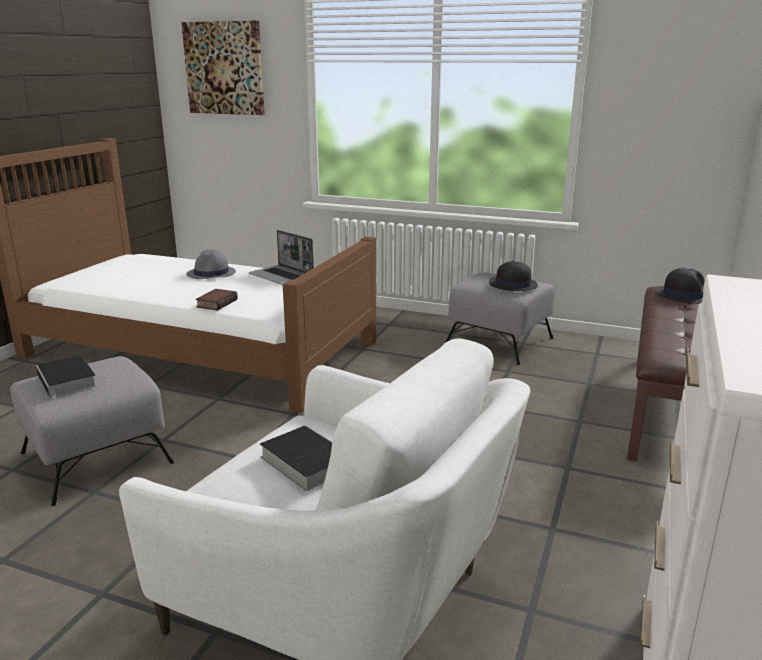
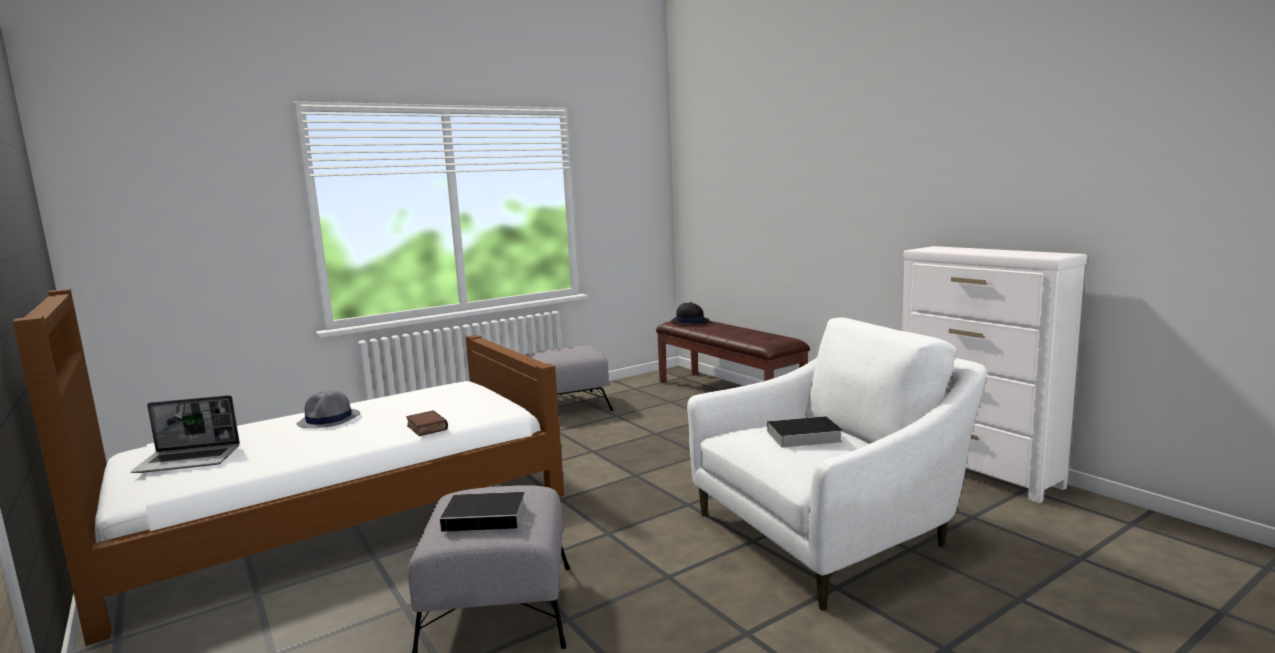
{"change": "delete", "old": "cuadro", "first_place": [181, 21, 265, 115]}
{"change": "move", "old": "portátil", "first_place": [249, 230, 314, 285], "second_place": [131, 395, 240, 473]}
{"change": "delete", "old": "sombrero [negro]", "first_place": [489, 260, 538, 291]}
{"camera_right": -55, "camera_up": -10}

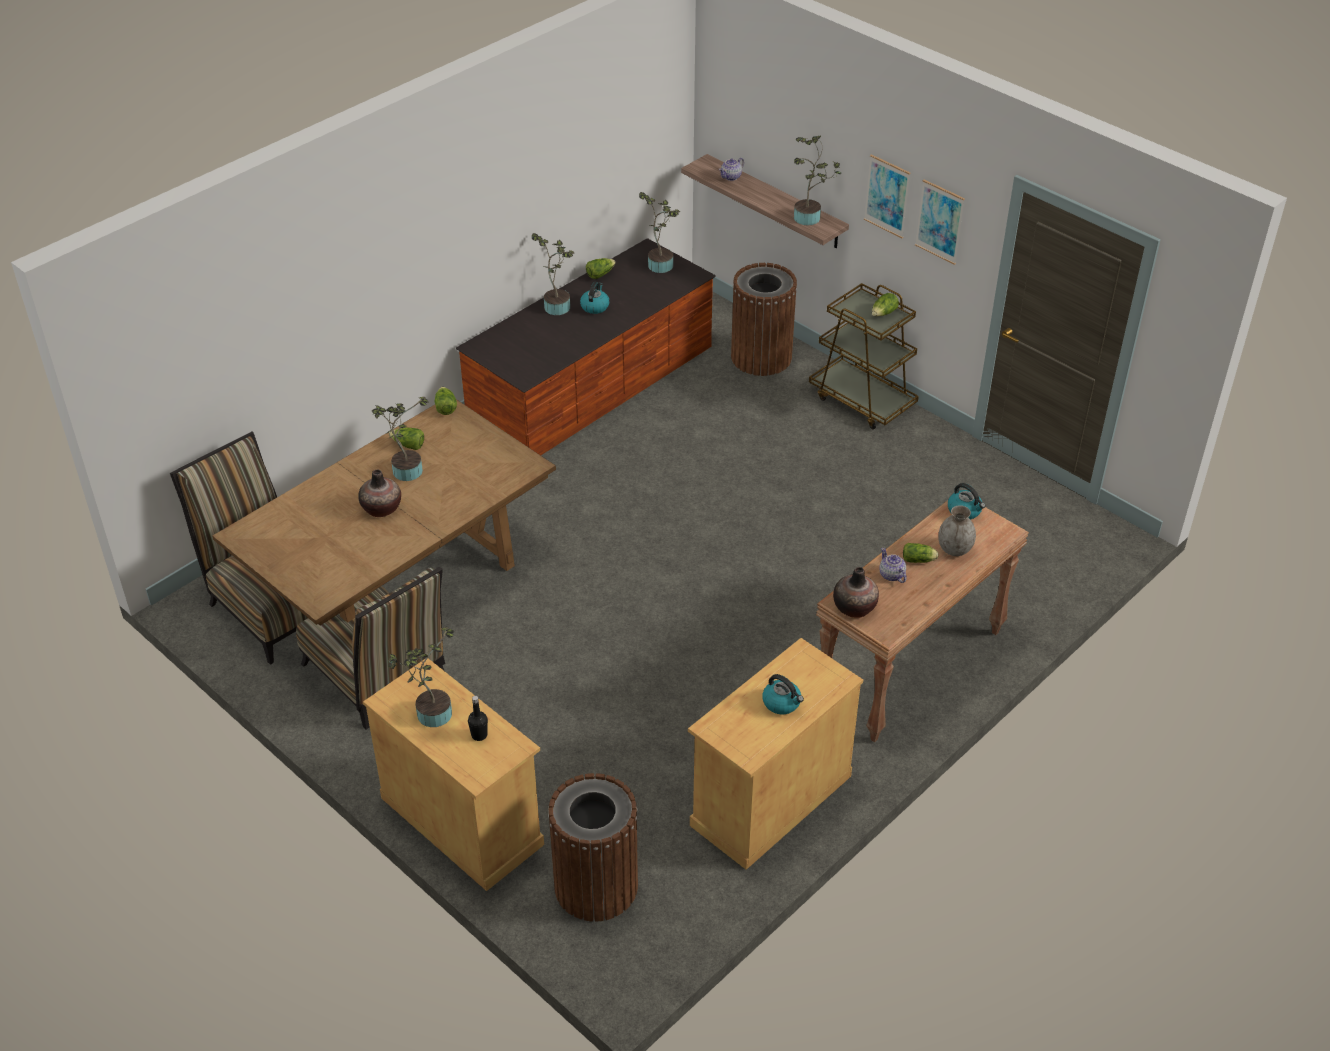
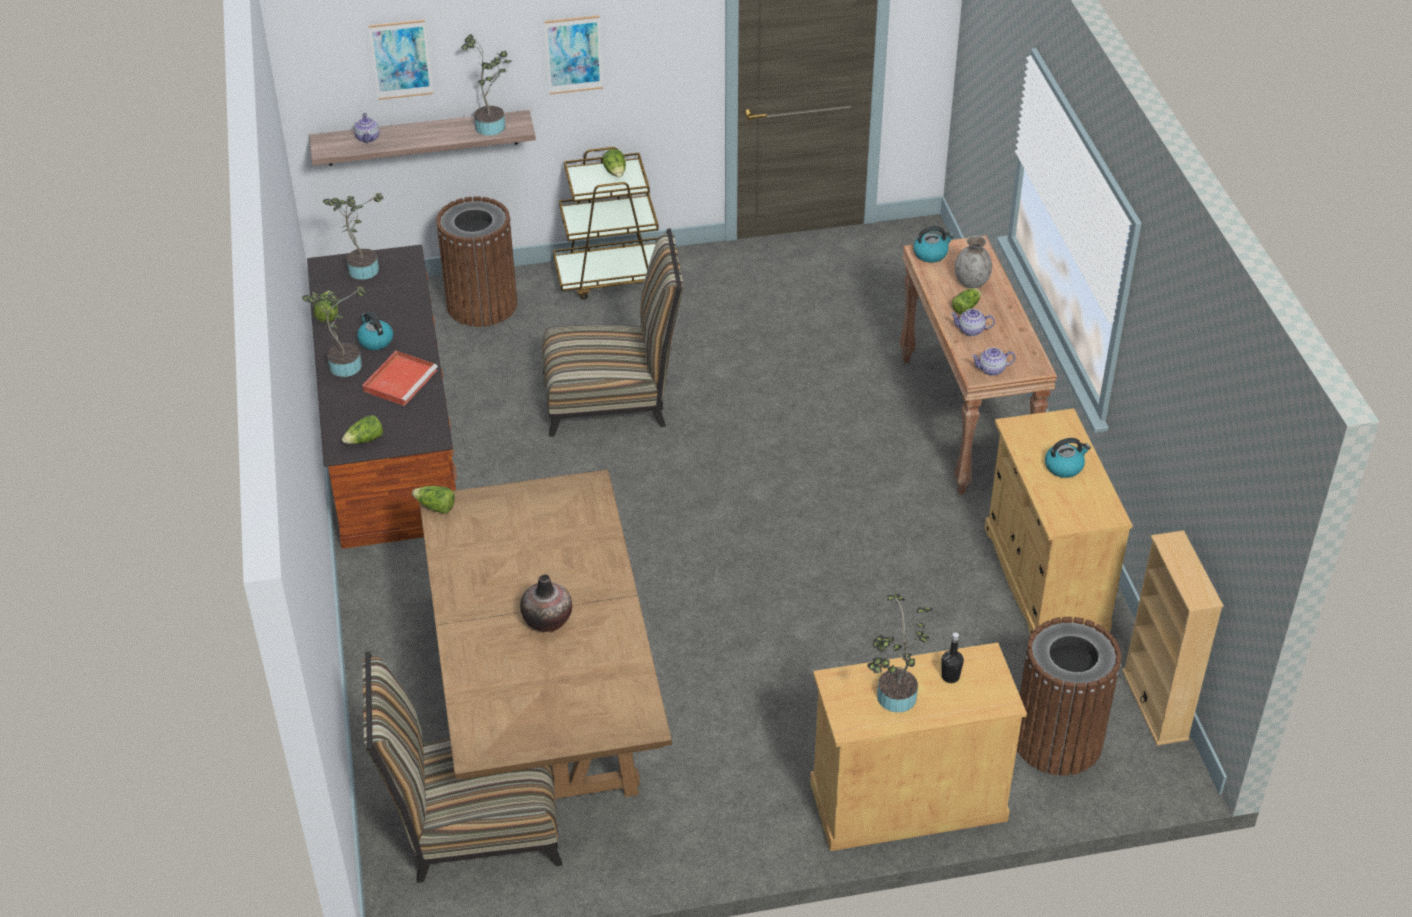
{"change": "move", "old": "silla", "first_place": [296, 567, 445, 730], "second_place": [542, 228, 683, 437]}
{"change": "delete", "old": "planta en maceta", "first_place": [372, 397, 428, 481]}
{"change": "move", "old": "lechuga", "first_place": [389, 427, 424, 450], "second_place": [342, 415, 383, 444]}
{"change": "replace", "old": "florero", "new": "tetera", "first_place": [833, 567, 879, 618], "second_place": [971, 347, 1016, 376]}
{"change": "move", "old": "cuadro", "first_place": [915, 180, 965, 265], "second_place": [368, 19, 433, 100]}
{"change": "insert", "new": "bandeja [rojo]", "second_place": [362, 351, 438, 406]}
{"change": "insert", "new": "estantería [beis]", "second_place": [1122, 530, 1224, 746]}
{"camera_right": -55, "camera_up": 0}

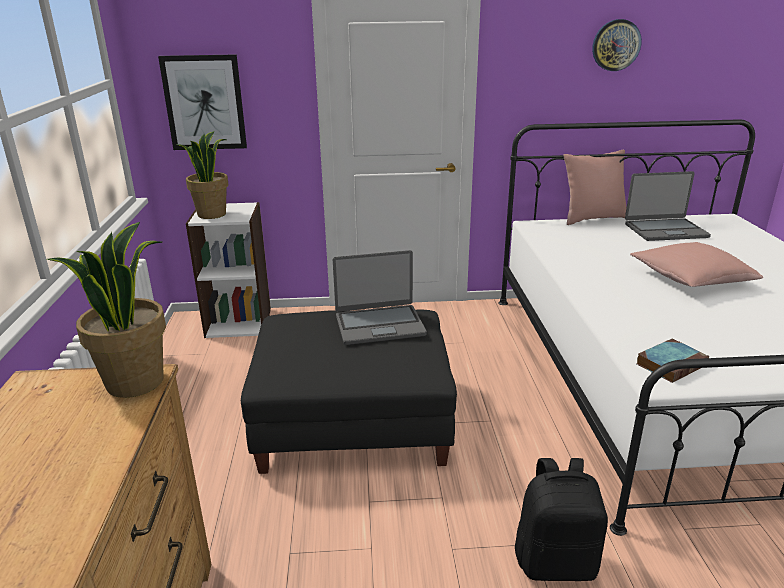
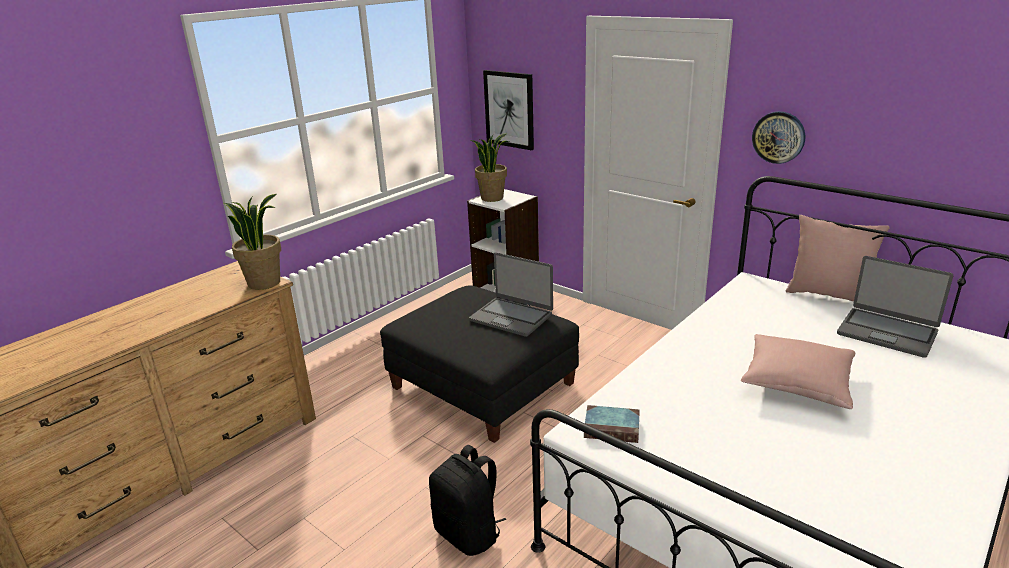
{"change": "move", "old": "reloj de pared", "first_place": [592, 19, 642, 71], "second_place": [752, 111, 805, 164]}
{"camera_right": 45, "camera_up": 0}

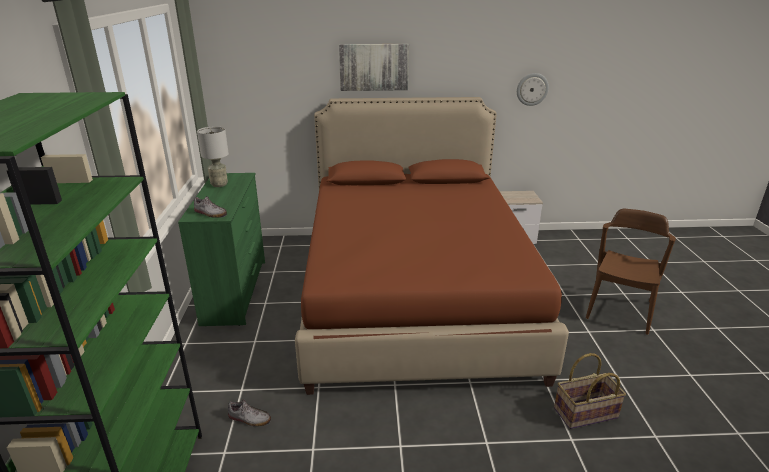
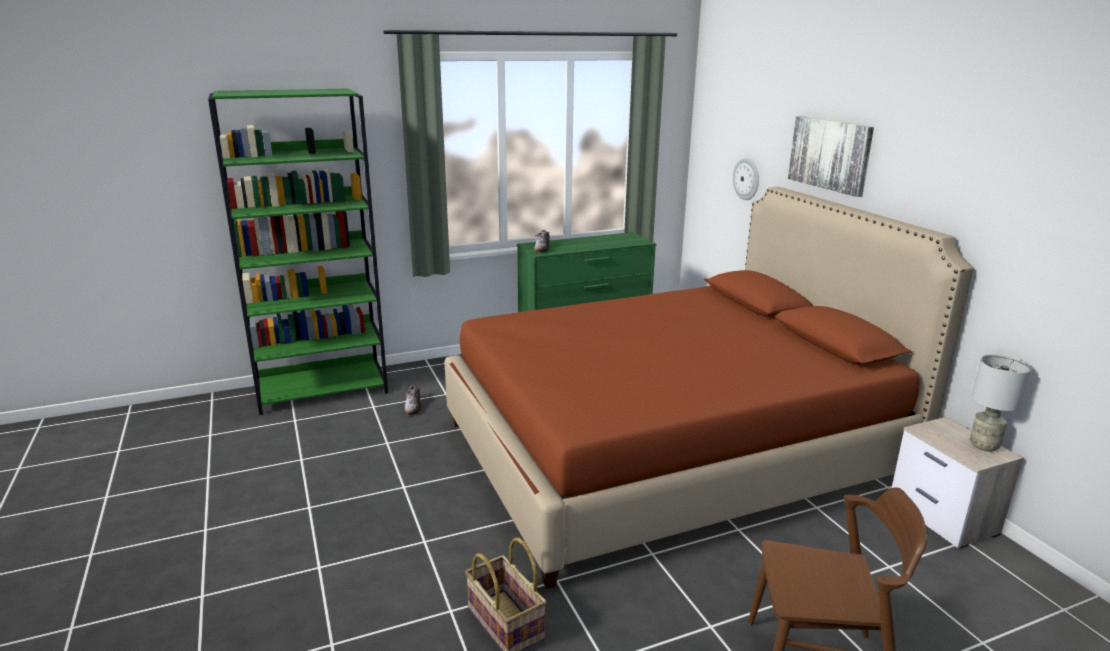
{"change": "move", "old": "lámpara de mesa [gris]", "first_place": [197, 126, 229, 187], "second_place": [970, 354, 1032, 452]}
{"change": "move", "old": "reloj de pared", "first_place": [517, 73, 549, 106], "second_place": [733, 158, 759, 200]}
{"camera_right": 70, "camera_up": -5}

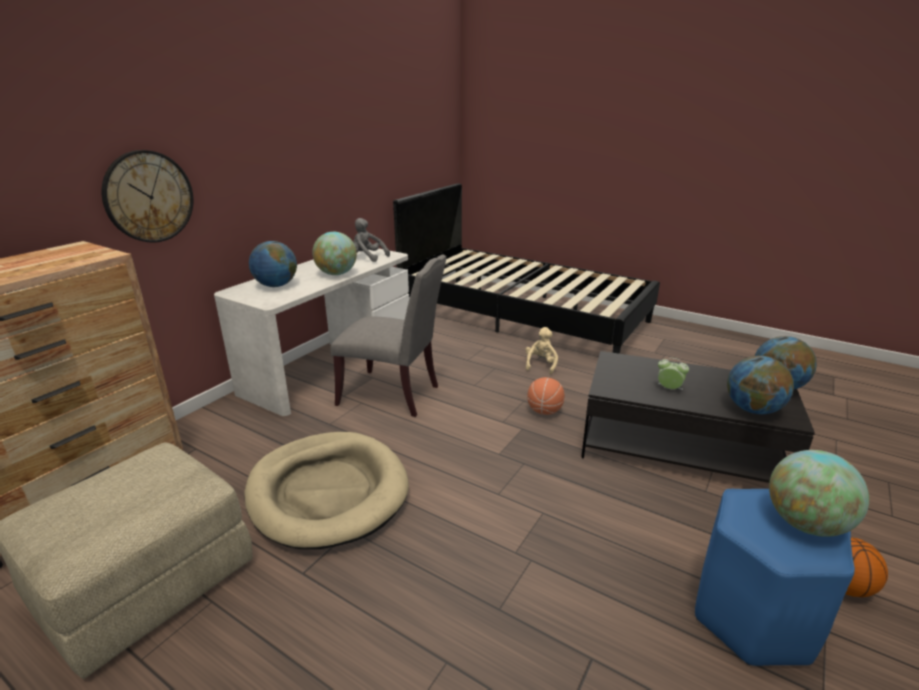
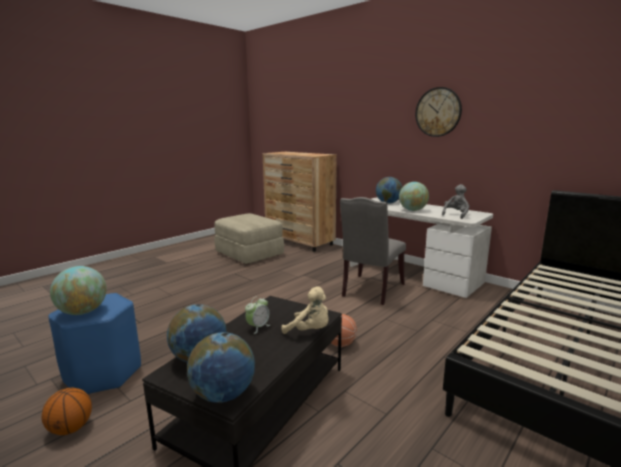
{"change": "move", "old": "reloj de pared", "first_place": [102, 150, 193, 243], "second_place": [415, 87, 462, 137]}
{"change": "delete", "old": "cama para perro [beis]", "first_place": [244, 432, 409, 549]}
{"change": "move", "old": "peluche [beis]", "first_place": [525, 327, 558, 374], "second_place": [281, 286, 329, 334]}
{"camera_right": 100, "camera_up": -10}

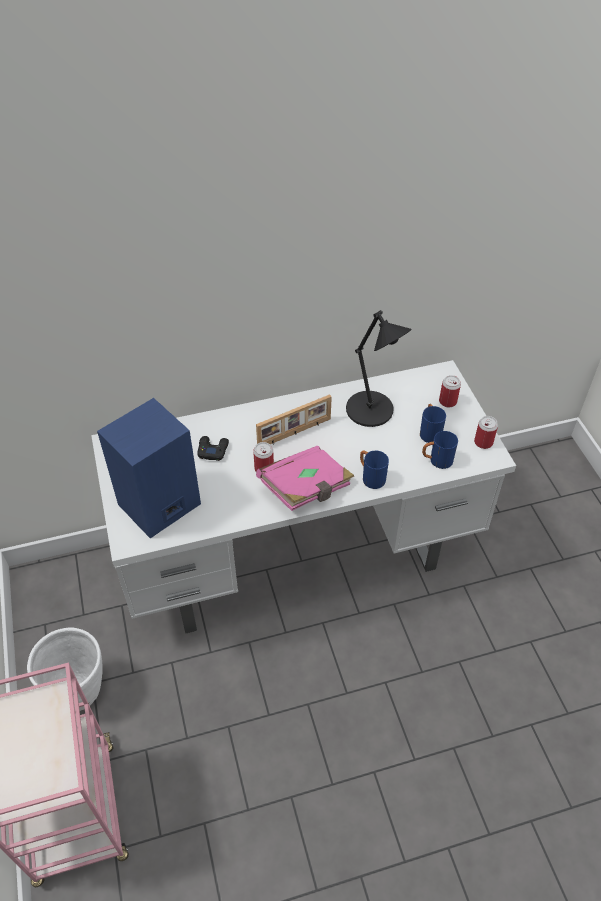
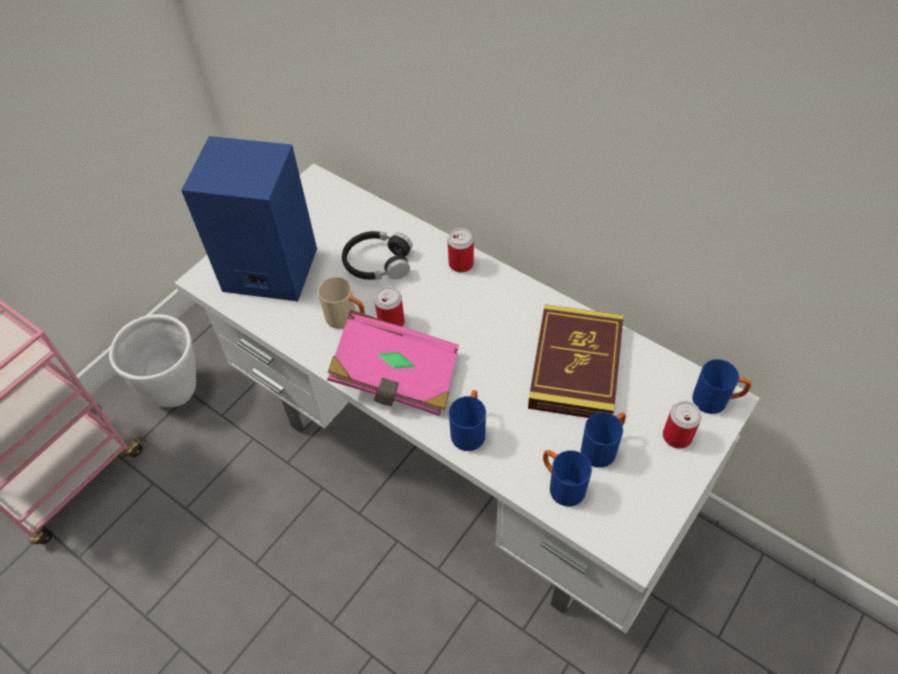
{"change": "replace", "old": "mando de consola [negro]", "new": "auriculares [negro]", "first_place": [197, 436, 229, 461], "second_place": [342, 231, 413, 280]}
{"change": "delete", "old": "portarretratos", "first_place": [256, 394, 332, 444]}
{"change": "replace", "old": "lámpara de mesa [negro]", "new": "libro", "first_place": [346, 310, 412, 427], "second_place": [528, 304, 624, 418]}
{"change": "move", "old": "lata", "first_place": [474, 416, 498, 449], "second_place": [448, 228, 474, 273]}
{"change": "insert", "new": "taza grande [beis]", "second_place": [318, 277, 365, 329]}
{"change": "insert", "new": "taza grande [azul]", "second_place": [692, 359, 751, 414]}
{"camera_right": 55, "camera_up": 5}

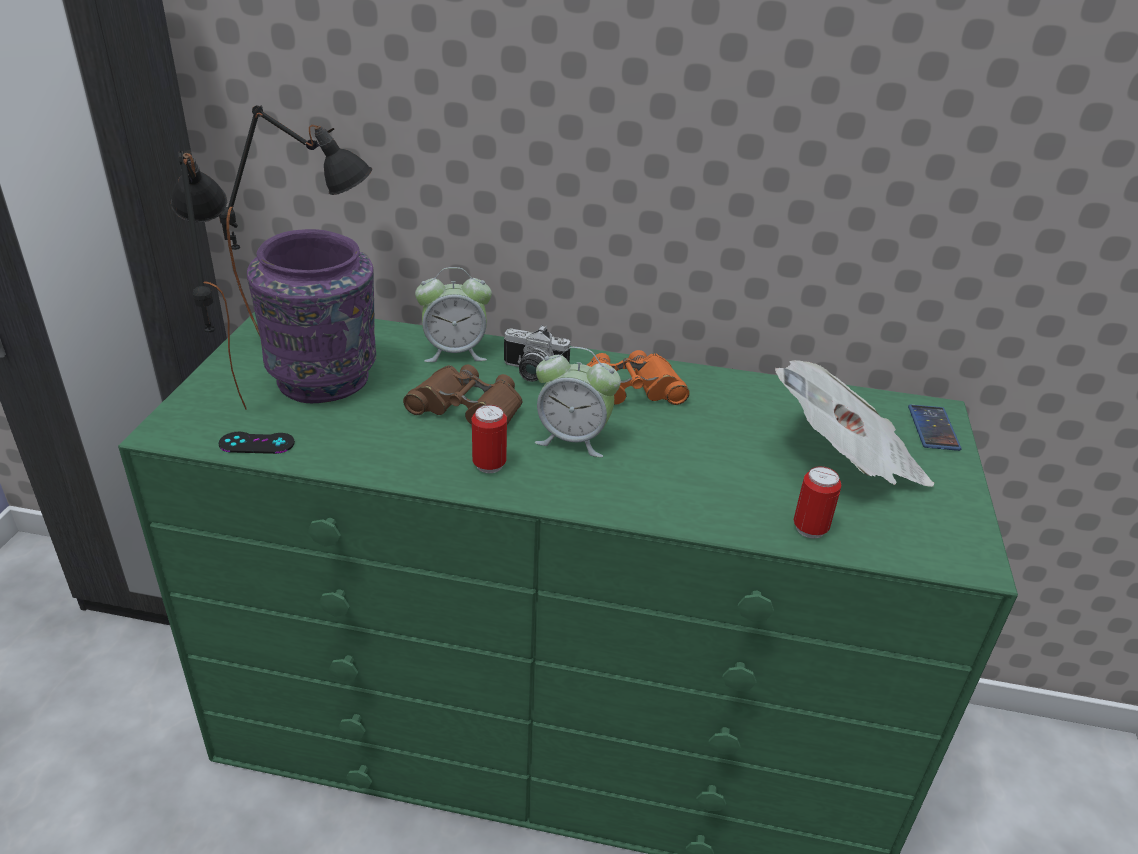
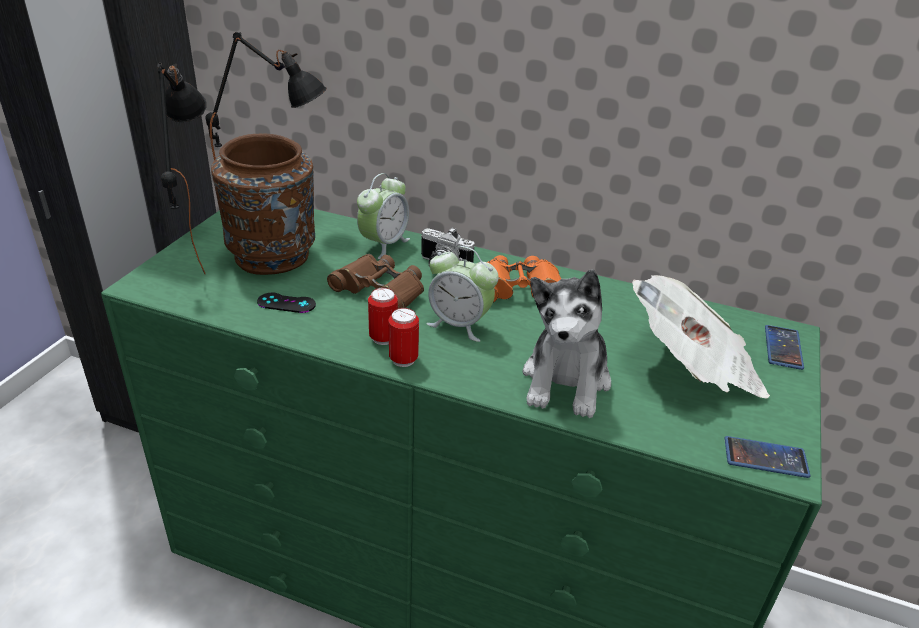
{"change": "move", "old": "mando de consola [negro]", "first_place": [218, 432, 295, 454], "second_place": [257, 293, 316, 313]}
{"change": "recolor", "old": "florero [morado]", "new": "florero [marrón]", "first_place": [247, 229, 376, 403], "second_place": [211, 134, 315, 275]}
{"change": "rotate", "old": "despertador", "first_place": [415, 267, 492, 362], "second_place": [357, 173, 410, 259], "degrees": -60}
{"change": "move", "old": "lata", "first_place": [794, 466, 841, 538], "second_place": [388, 308, 419, 367]}
{"change": "insert", "new": "peluche", "second_place": [523, 269, 611, 418]}
{"change": "insert", "new": "móvil", "second_place": [724, 436, 810, 478]}
{"camera_right": 10, "camera_up": 0}

